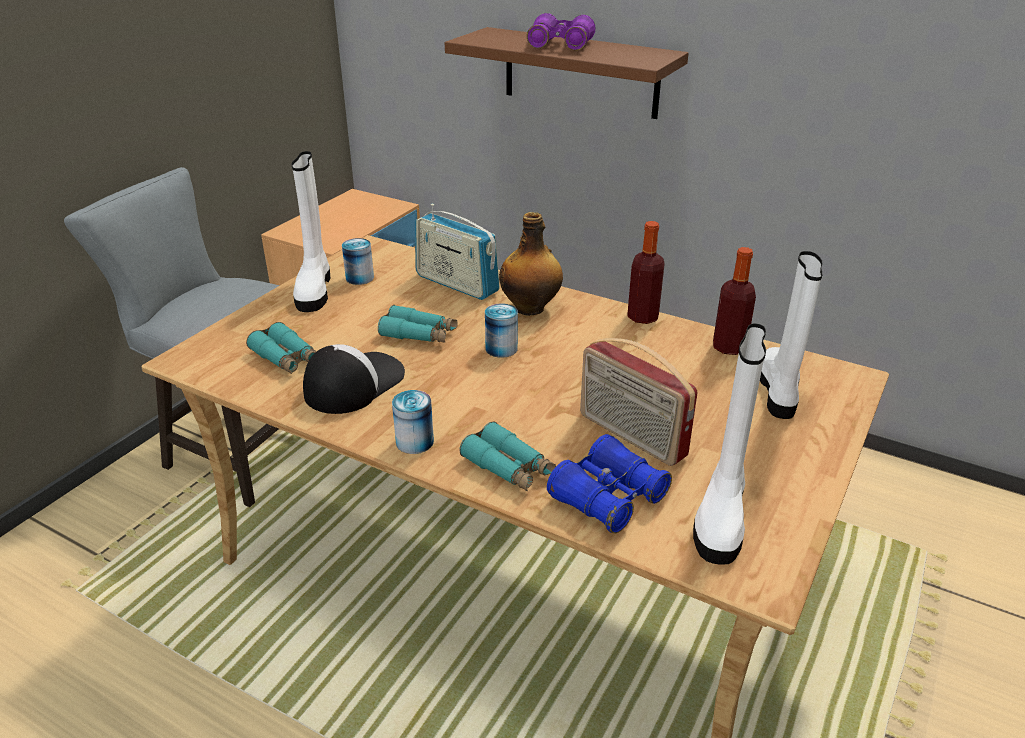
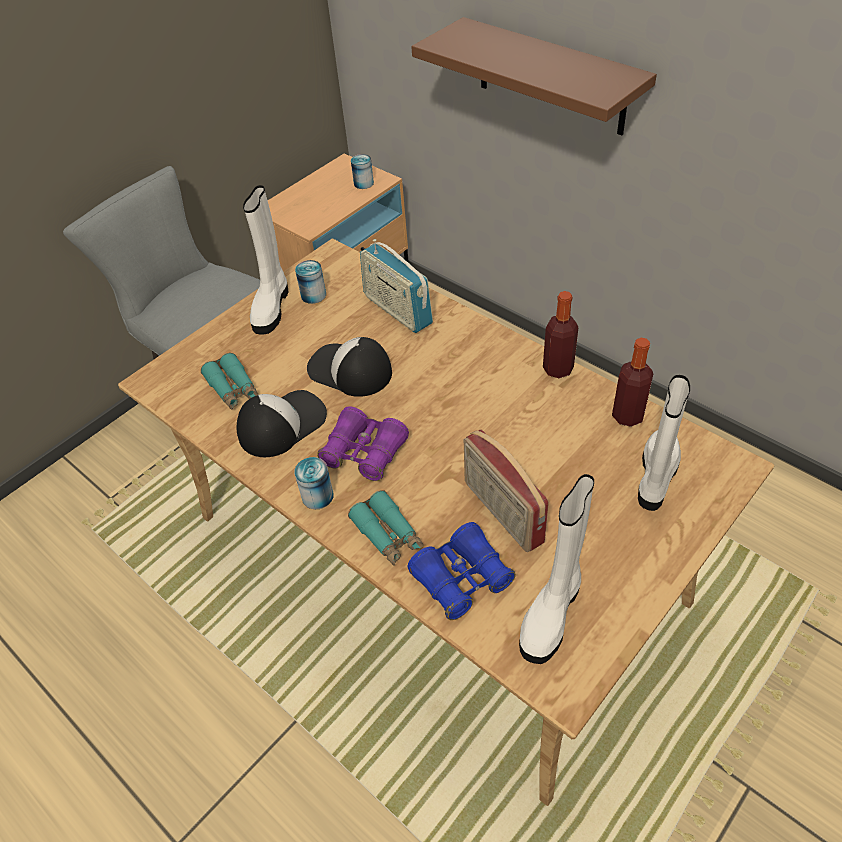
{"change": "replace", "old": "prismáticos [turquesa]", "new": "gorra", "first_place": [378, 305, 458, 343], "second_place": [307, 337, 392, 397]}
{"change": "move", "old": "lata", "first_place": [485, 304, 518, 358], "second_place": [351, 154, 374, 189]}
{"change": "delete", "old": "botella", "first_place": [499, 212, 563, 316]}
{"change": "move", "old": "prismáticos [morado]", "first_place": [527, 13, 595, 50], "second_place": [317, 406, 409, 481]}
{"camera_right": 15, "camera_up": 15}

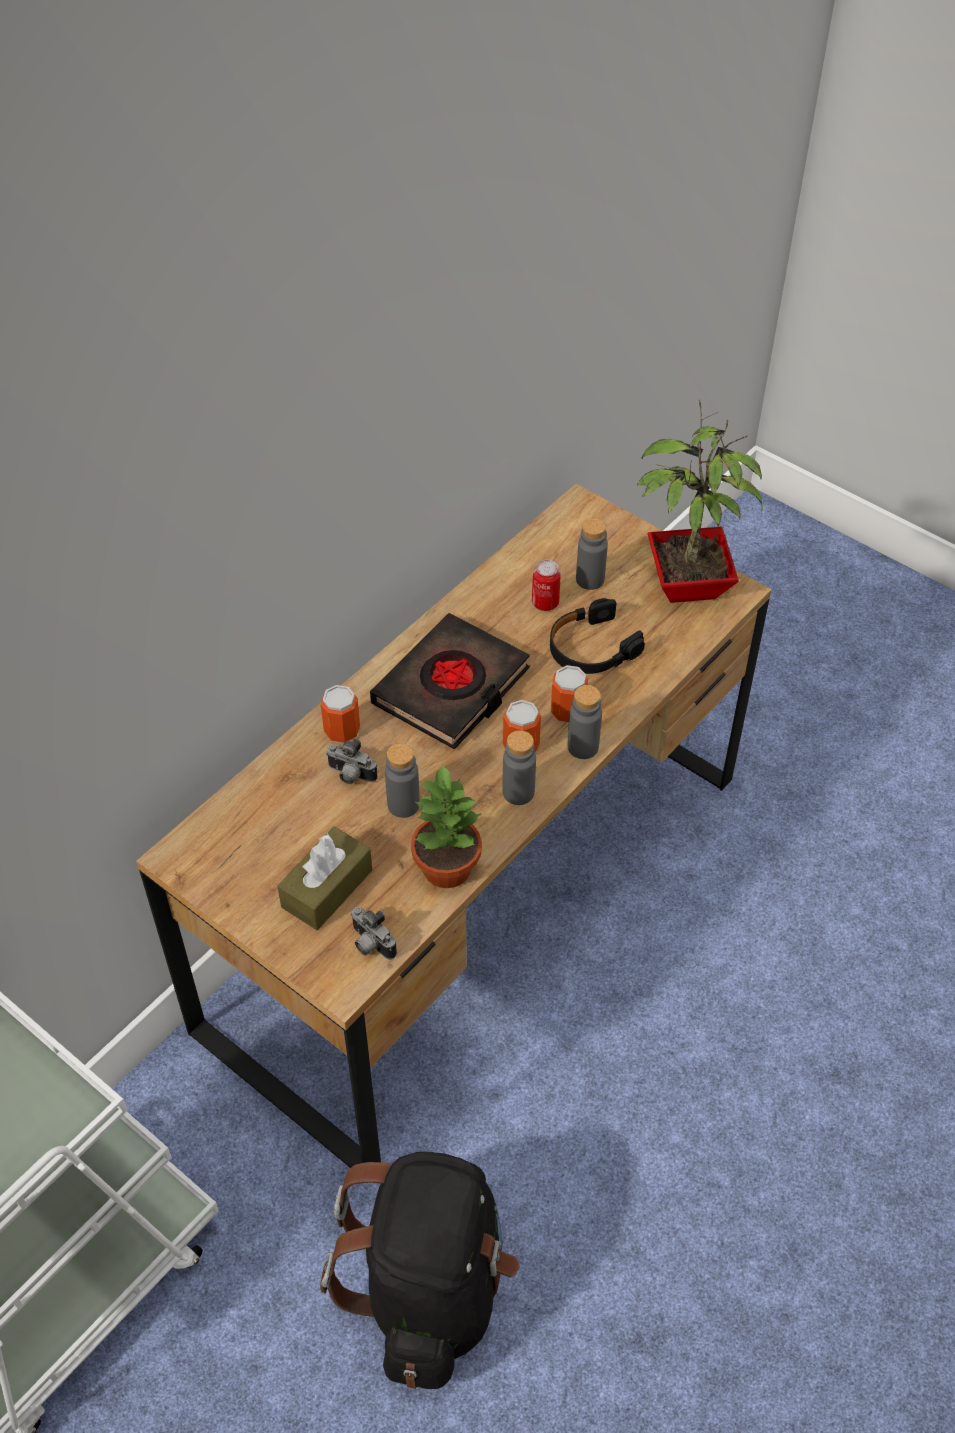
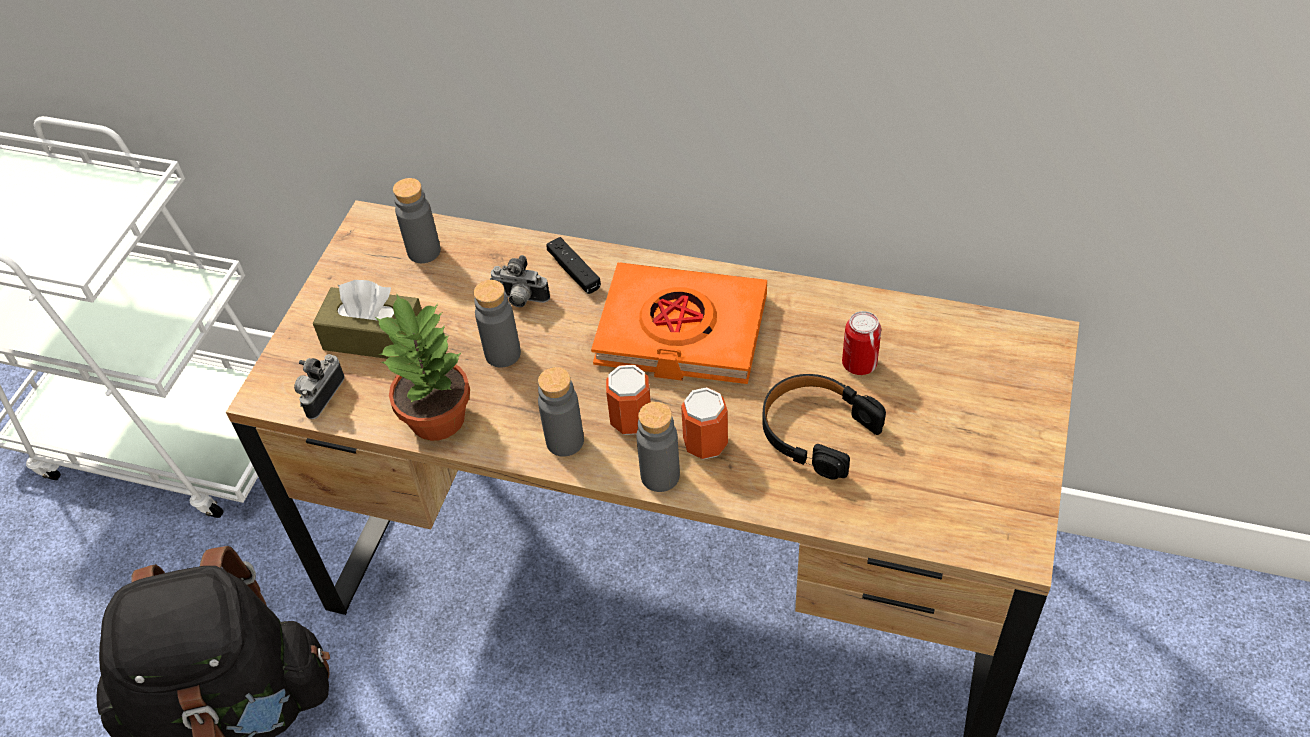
{"change": "replace", "old": "lata", "new": "mando de consola [negro]", "first_place": [321, 685, 360, 743], "second_place": [546, 237, 601, 294]}
{"change": "rotate", "old": "cámara", "first_place": [326, 739, 378, 784], "second_place": [490, 255, 550, 307], "degrees": -75}
{"change": "recolor", "old": "libro [negro]", "new": "libro [naranja]", "first_place": [370, 613, 530, 750], "second_place": [591, 263, 767, 384]}
{"change": "move", "old": "botella [gris]", "first_place": [576, 518, 608, 590], "second_place": [393, 178, 441, 263]}
{"change": "delete", "old": "planta en maceta", "first_place": [637, 400, 763, 603]}
{"camera_right": 70, "camera_up": 0}

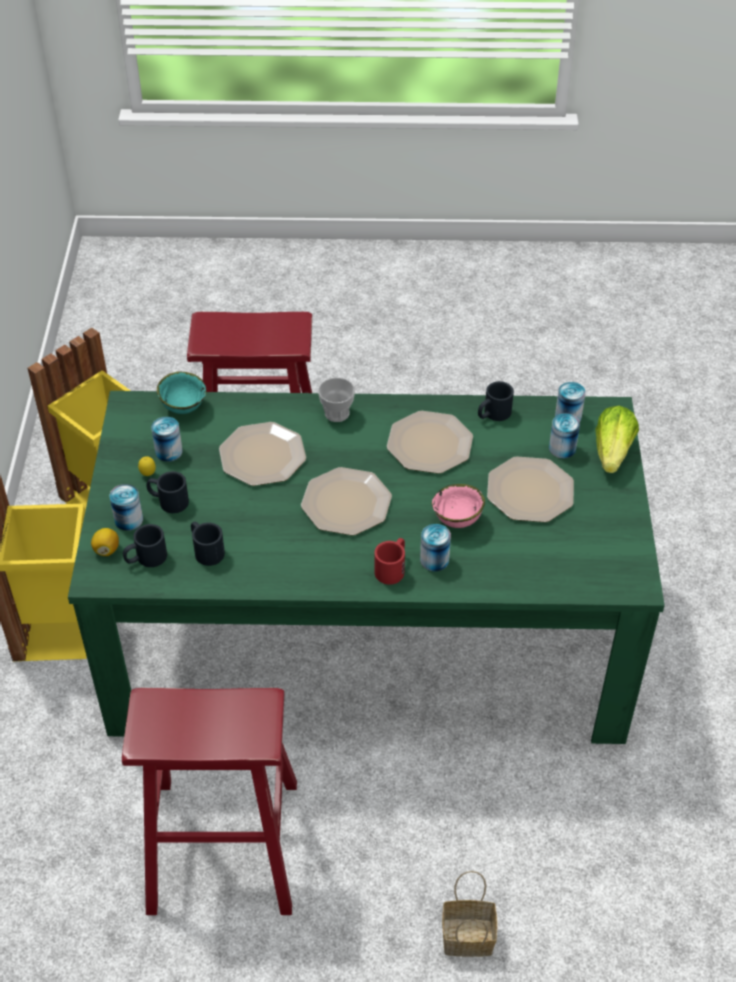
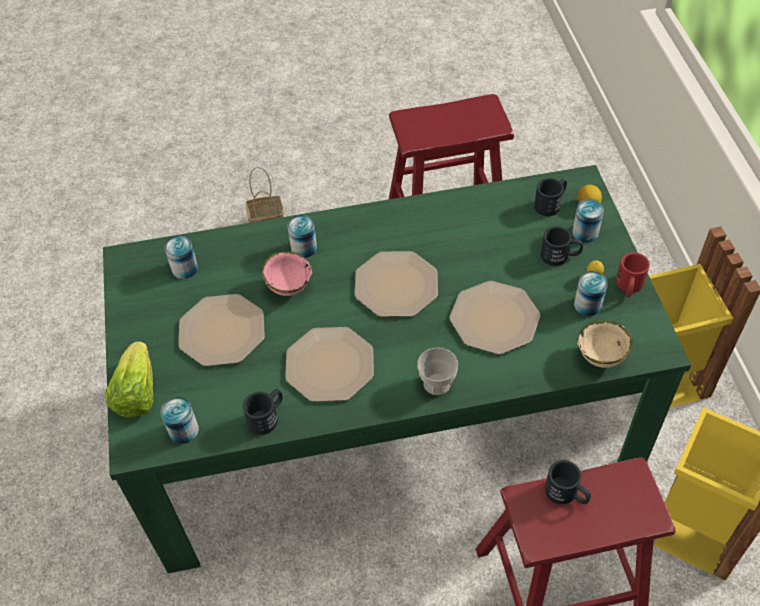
{"change": "recolor", "old": "cuenco [turquesa]", "new": "cuenco [beis]", "first_place": [157, 372, 206, 414], "second_place": [577, 320, 633, 368]}
{"change": "move", "old": "taza grande [negro]", "first_place": [191, 521, 225, 566], "second_place": [545, 460, 591, 504]}
{"change": "move", "old": "taza grande [rojo]", "first_place": [374, 538, 405, 585], "second_place": [616, 252, 650, 297]}
{"change": "move", "old": "lata", "first_place": [549, 413, 580, 459], "second_place": [164, 236, 198, 279]}
{"camera_right": 170, "camera_up": 5}

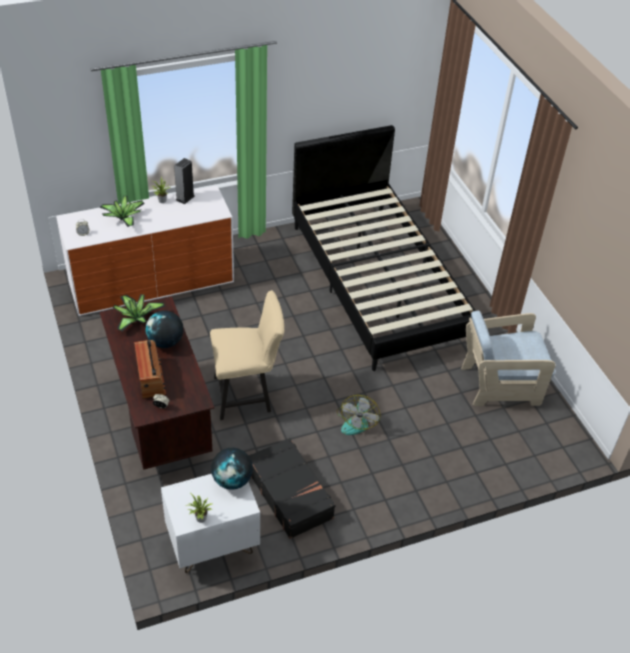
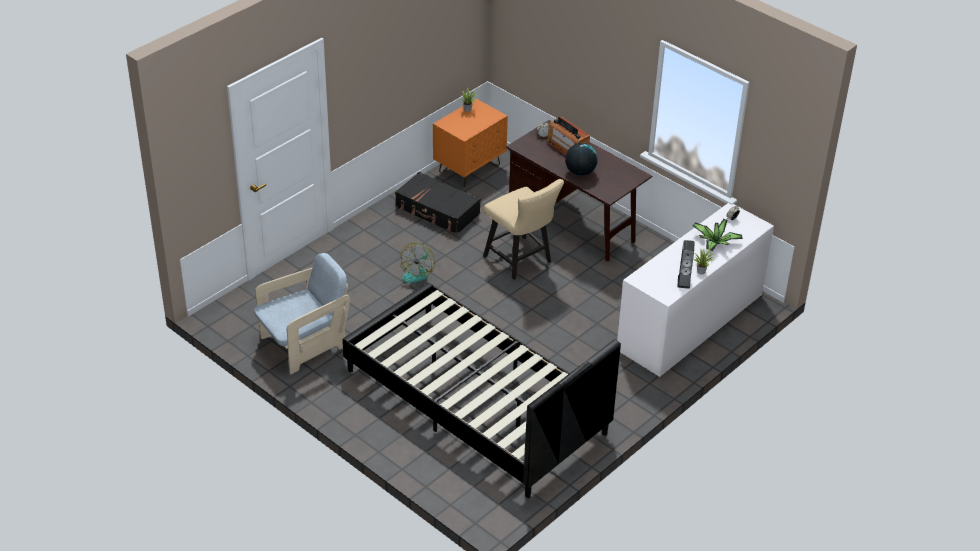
{"change": "delete", "old": "planta en maceta", "first_place": [113, 294, 165, 332]}
{"change": "recolor", "old": "mesita de noche [blanco]", "new": "mesita de noche [naranja]", "first_place": [161, 474, 260, 573], "second_place": [433, 99, 508, 187]}
{"change": "rotate", "old": "silla [beis]", "first_place": [210, 290, 285, 420], "second_place": [483, 179, 564, 280], "degrees": -90}
{"change": "delete", "old": "globo terráqueo", "first_place": [211, 447, 253, 490]}
{"change": "rotate", "old": "ventilador", "first_place": [336, 395, 381, 435], "second_place": [400, 243, 435, 283], "degrees": -150}
{"camera_right": 155, "camera_up": -5}

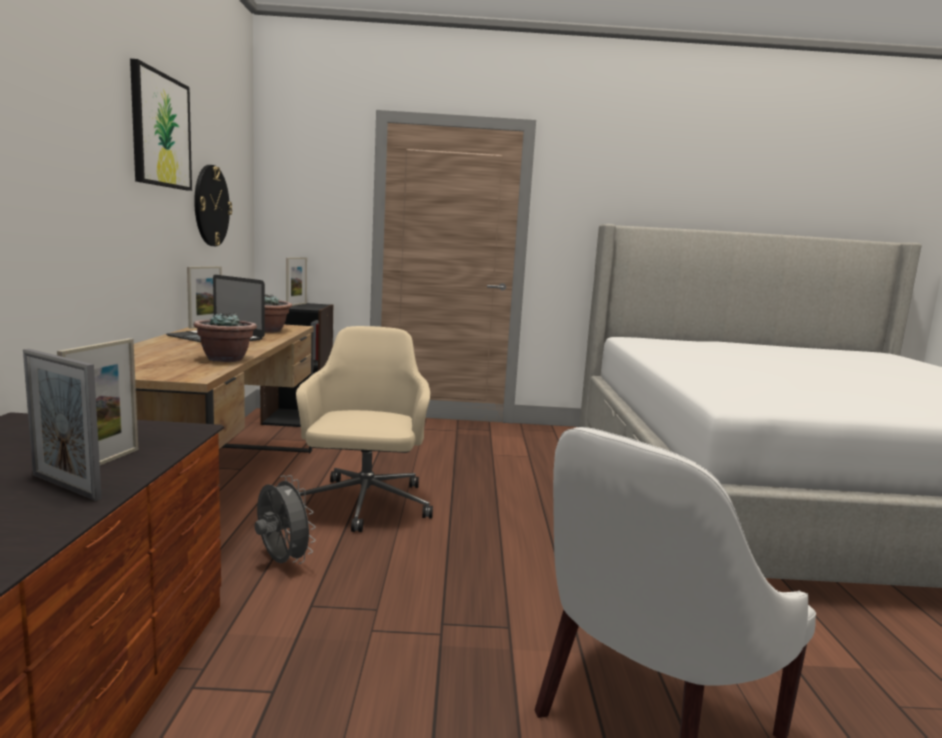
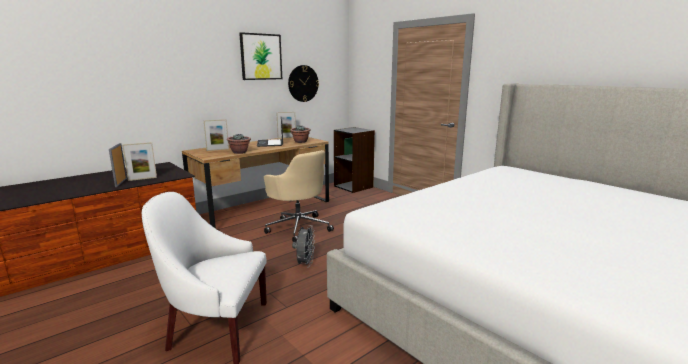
{"change": "move", "old": "ventilador [gris]", "first_place": [254, 475, 316, 564], "second_place": [292, 225, 315, 267]}
{"change": "move", "old": "portarretratos", "first_place": [286, 257, 307, 306], "second_place": [204, 119, 229, 151]}
{"change": "rotate", "old": "silla de oficina [beis]", "first_place": [296, 326, 433, 532], "second_place": [264, 150, 334, 242], "degrees": 90}
{"camera_right": 50, "camera_up": 5}

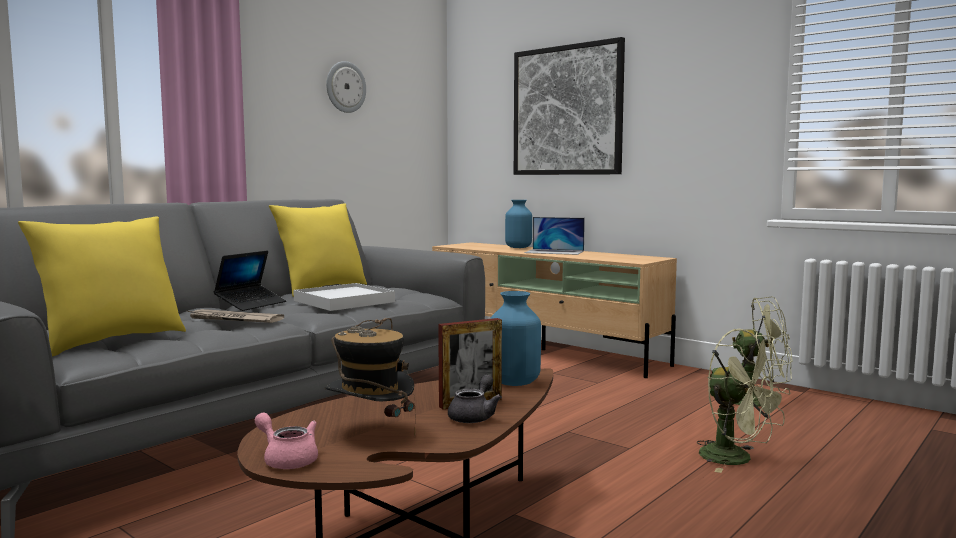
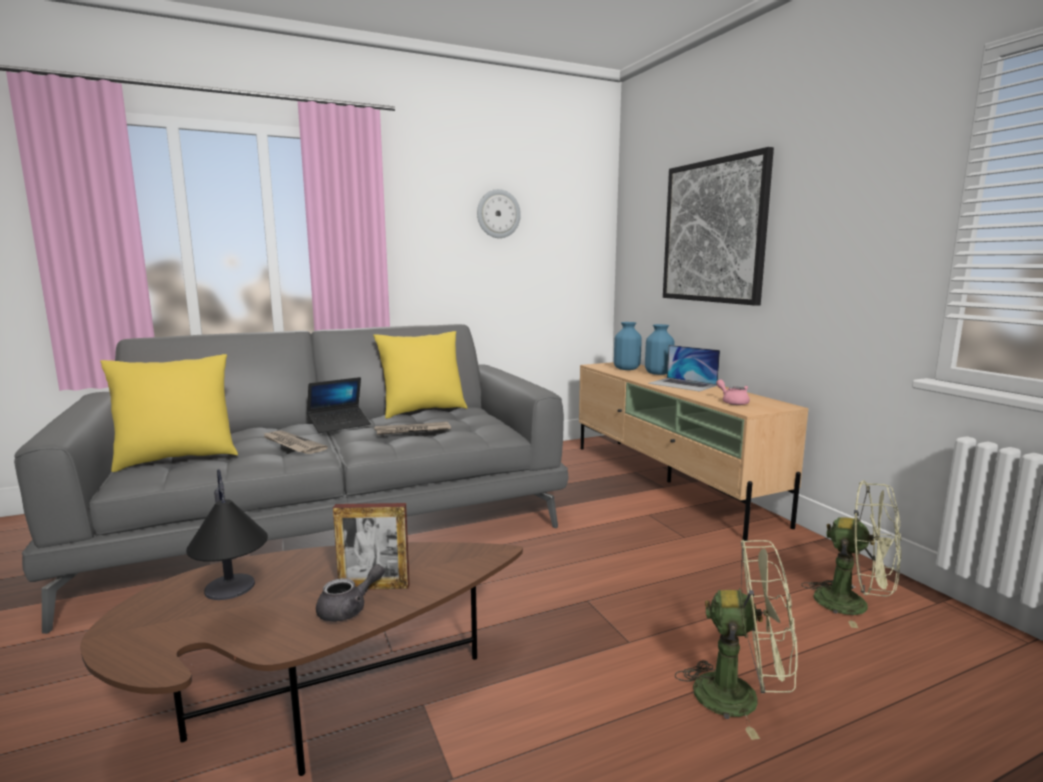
{"change": "move", "old": "tetera [rosa]", "first_place": [255, 413, 318, 469], "second_place": [716, 379, 750, 405]}
{"change": "replace", "old": "bandeja [blanco]", "new": "periódico", "first_place": [293, 283, 395, 311], "second_place": [374, 422, 451, 435]}
{"change": "replace", "old": "sombrero", "new": "lámpara de mesa", "first_place": [324, 318, 415, 437], "second_place": [186, 469, 268, 600]}
{"change": "move", "old": "florero [azul]", "first_place": [490, 291, 541, 386], "second_place": [614, 322, 642, 370]}
{"change": "rotate", "old": "ventilador [verde]", "first_place": [696, 328, 791, 473], "second_place": [675, 540, 798, 740], "degrees": -60}
{"camera_right": 25, "camera_up": 5}

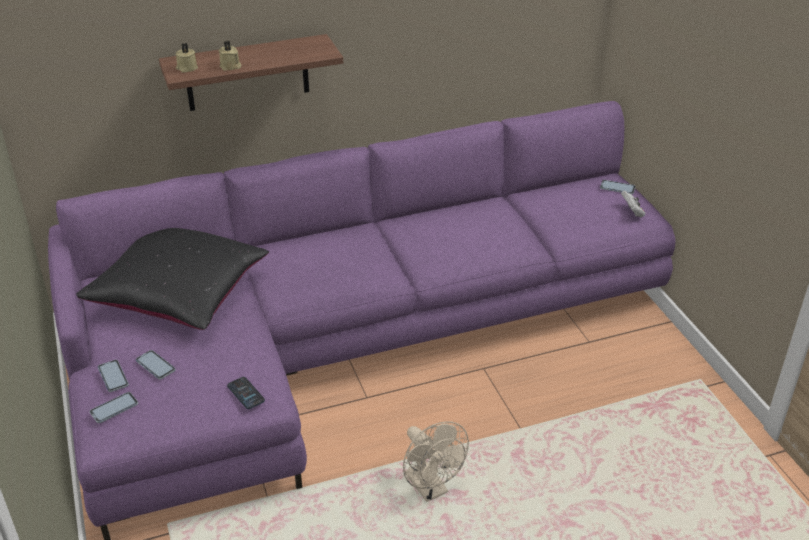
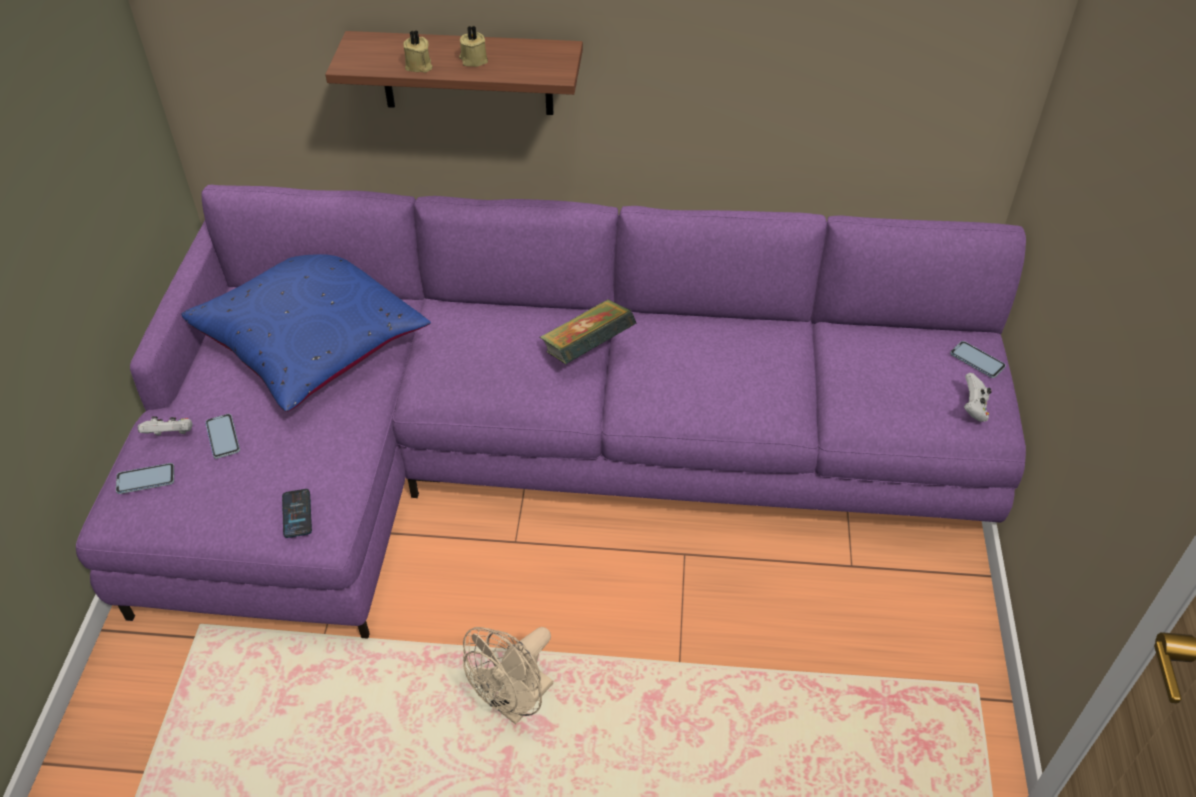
{"change": "recolor", "old": "cojín [negro]", "new": "cojín [azul]", "first_place": [76, 228, 269, 330], "second_place": [181, 254, 431, 412]}
{"change": "replace", "old": "móvil", "new": "mando de consola [blanco]", "first_place": [98, 360, 129, 392], "second_place": [138, 416, 192, 436]}
{"change": "move", "old": "vela [beis]", "first_place": [176, 43, 198, 73], "second_place": [459, 26, 488, 67]}
{"change": "rotate", "old": "ventilador [beis]", "first_place": [403, 421, 469, 502], "second_place": [463, 627, 553, 724], "degrees": 45}
{"change": "insert", "new": "libro", "second_place": [540, 299, 636, 364]}
{"camera_right": 25, "camera_up": 10}

